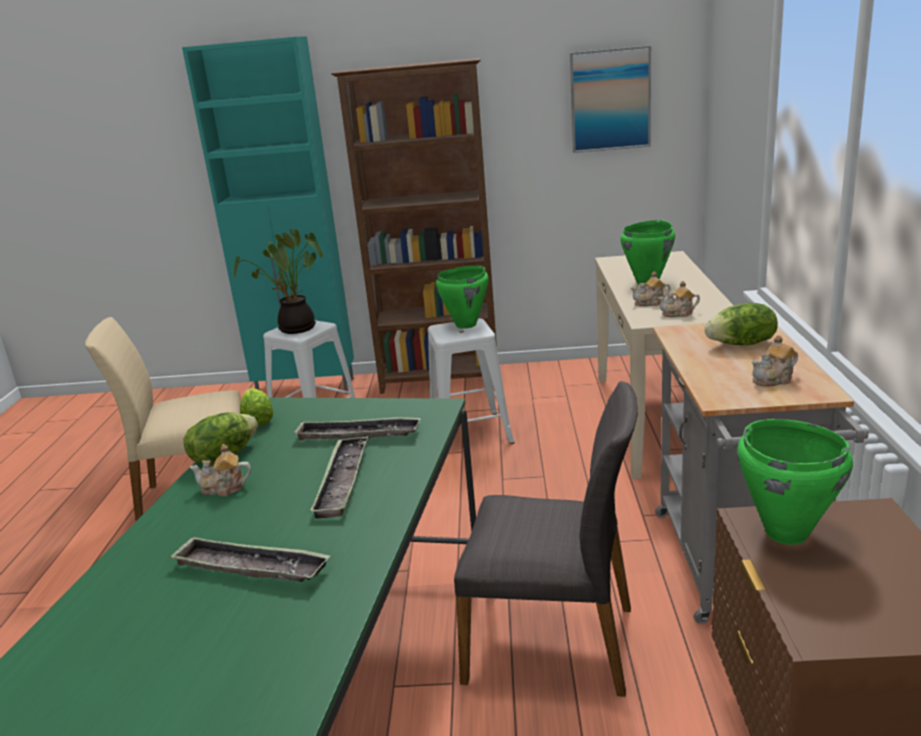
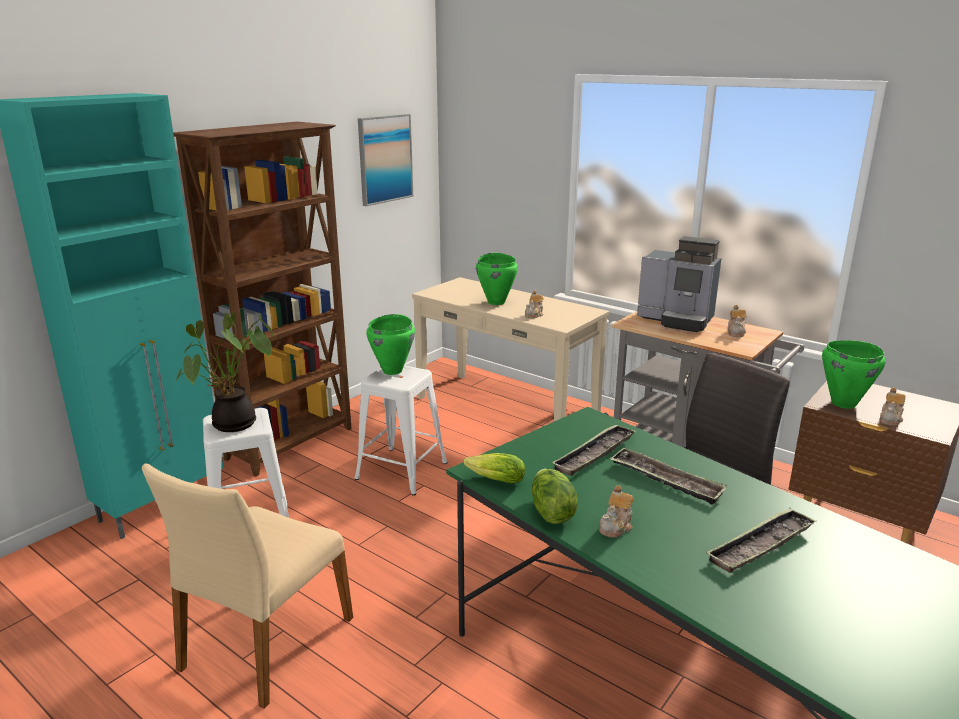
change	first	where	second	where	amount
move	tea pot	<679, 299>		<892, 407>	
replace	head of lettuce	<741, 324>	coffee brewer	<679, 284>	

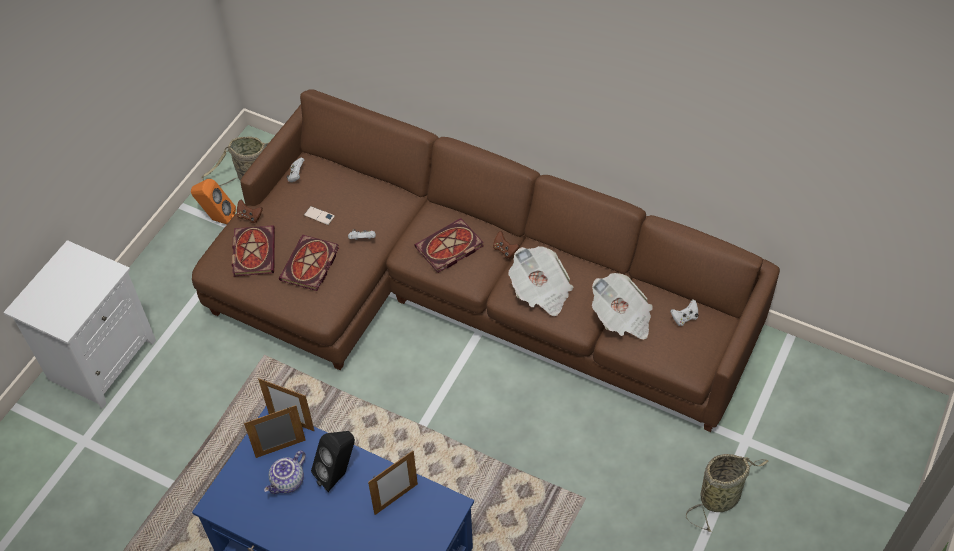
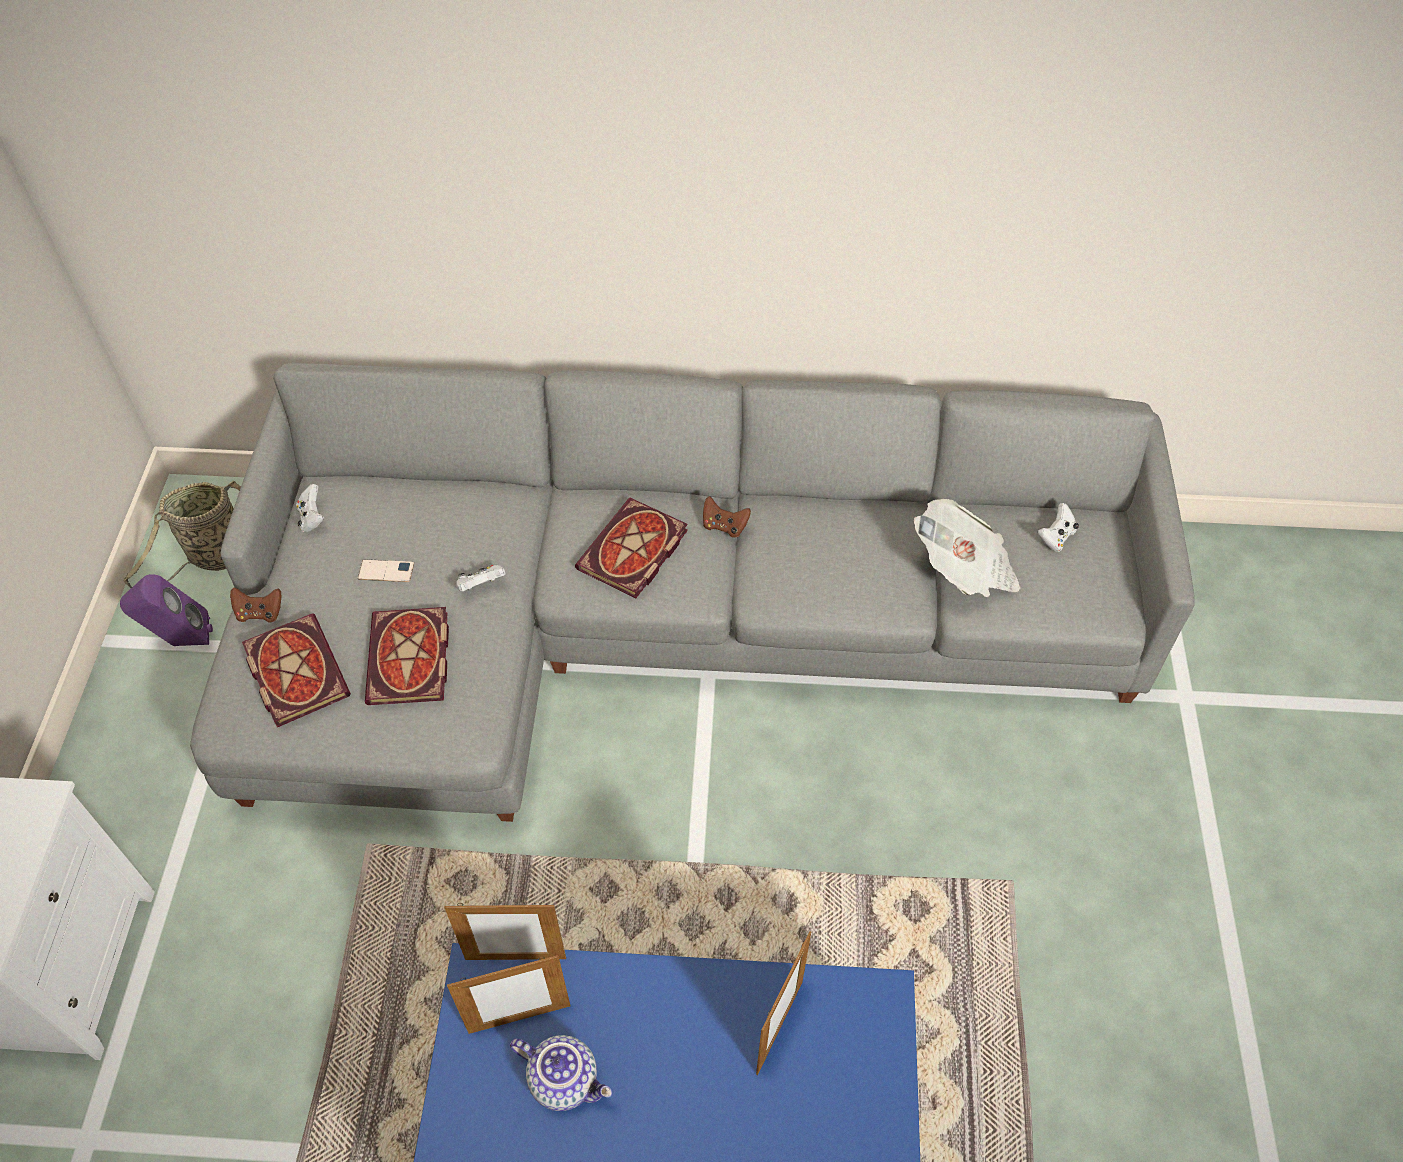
change	first	where	second	where	amount
recolor	brownish couch	<486, 260>	grey couch	<692, 592>	
recolor	orange-coloured audio speaker	<213, 201>	purplish audio speaker	<166, 610>	
delete	newspaper	<541, 281>			
rotate	photo frame	<275, 431>		<508, 994>	150 degrees counterclockwise
delete	blackish audio speaker	<333, 461>			
rotate	tea pot	<285, 472>		<561, 1073>	75 degrees counterclockwise
delete	storage basket	<727, 493>			

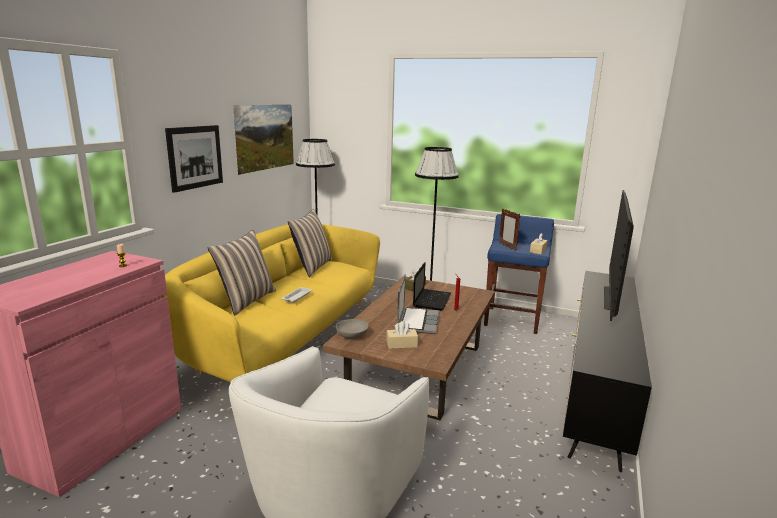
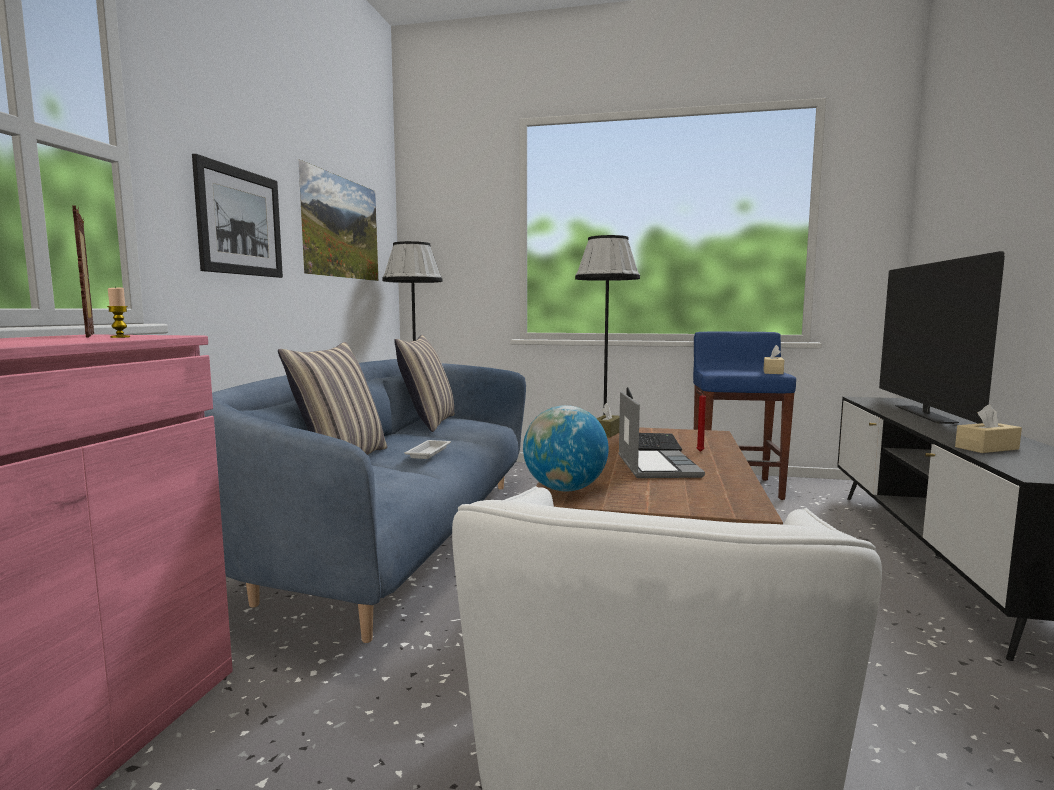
change	first	where	second	where	amount
move	photo frame	<509, 230>		<83, 271>	
recolor	yellow couch	<272, 303>	bluish couch	<365, 501>	
replace	grey deep dish	<352, 329>	world globe	<566, 448>	
move	beige-coloured tissue holder	<402, 335>		<988, 428>	

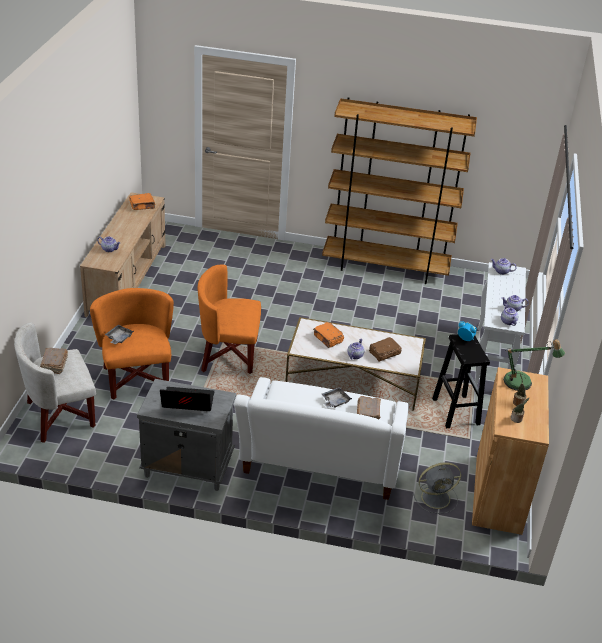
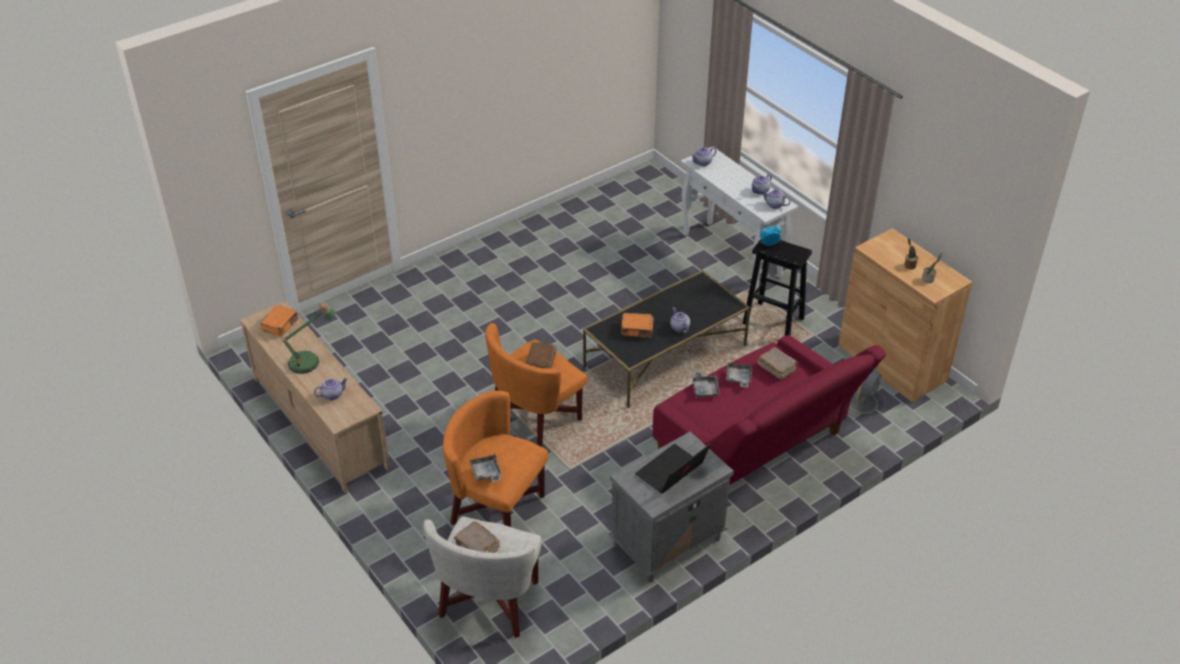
change	first	where	second	where	amount
delete	brownish bookshelf	<399, 190>			
recolor	white-coloured low table	<355, 364>	blackish low table	<666, 339>	
move	brownish volume	<385, 349>		<541, 355>	
move	lamp for a table	<534, 365>		<308, 338>	
recolor	white-coloured couch	<321, 438>	red couch	<769, 410>	
insert			grey serving tray	<706, 384>	

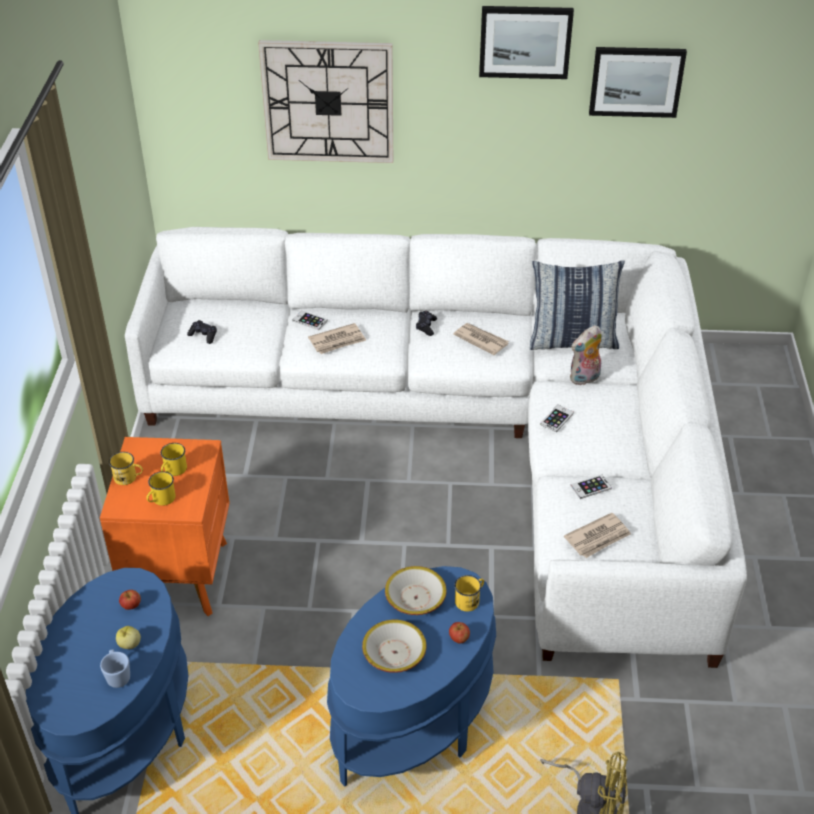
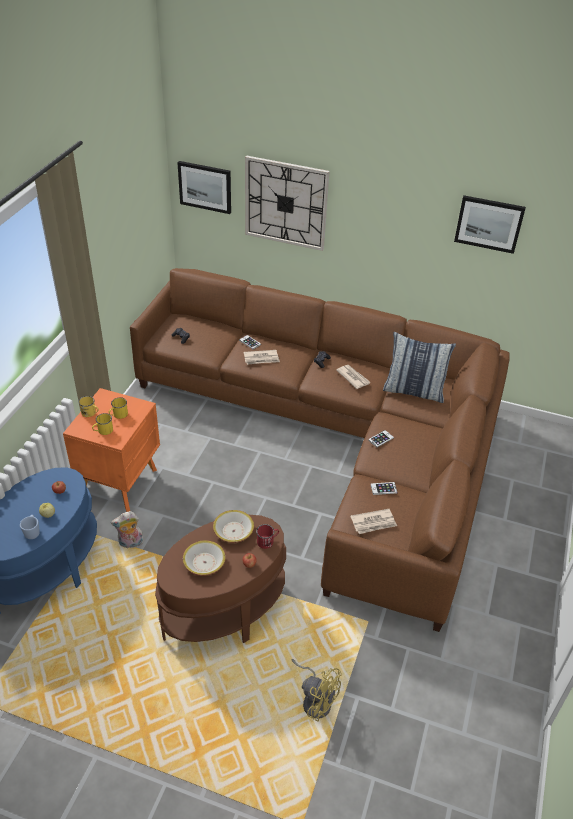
change	first	where	second	where	amount
move	wall art	<526, 42>		<204, 187>	
recolor	white-coloured couch	<436, 447>	brownish couch	<320, 450>	
move	plush toy	<586, 355>		<127, 529>	
recolor	bluish side table	<411, 676>	brownish side table	<220, 579>	
recolor	yellow tea mug	<469, 593>	red tea mug	<267, 536>	

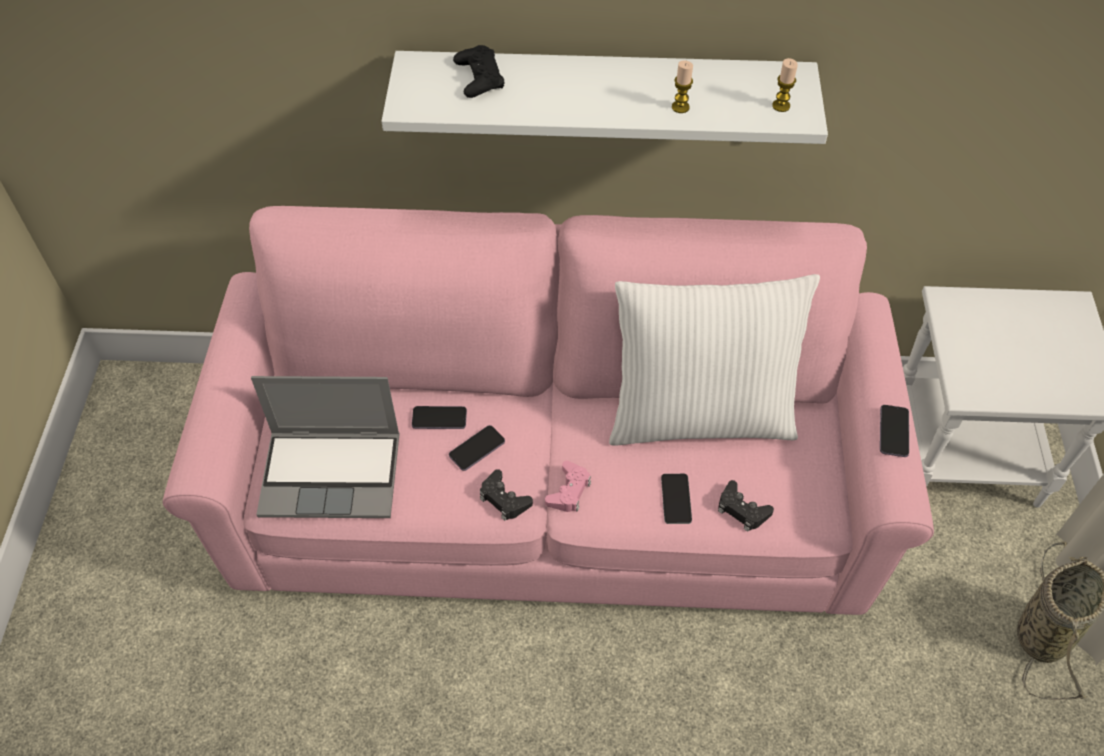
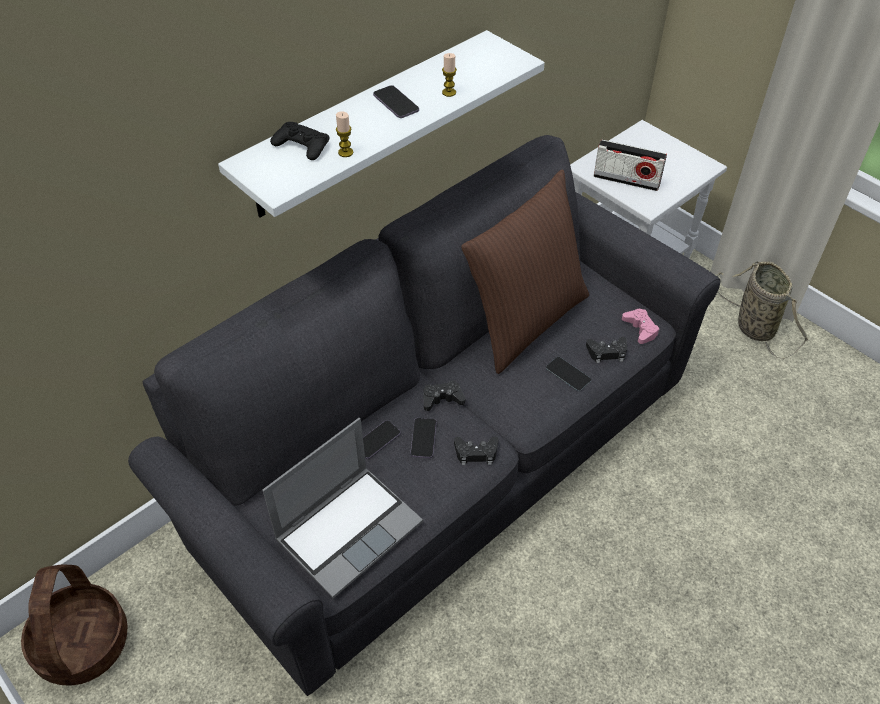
change	first	where	second	where	amount
move	wax light	<785, 85>		<344, 134>	
recolor	pink couch	<548, 410>	grey couch	<424, 415>	
recolor	white-coloured pillow	<714, 360>	brownish pillow	<525, 272>	
move	phone	<894, 431>		<396, 101>	
move	pink game controller	<568, 486>		<640, 326>	
insert			radio	<630, 165>	
insert			blackish game controller	<444, 395>	
insert			storage basket	<74, 625>	

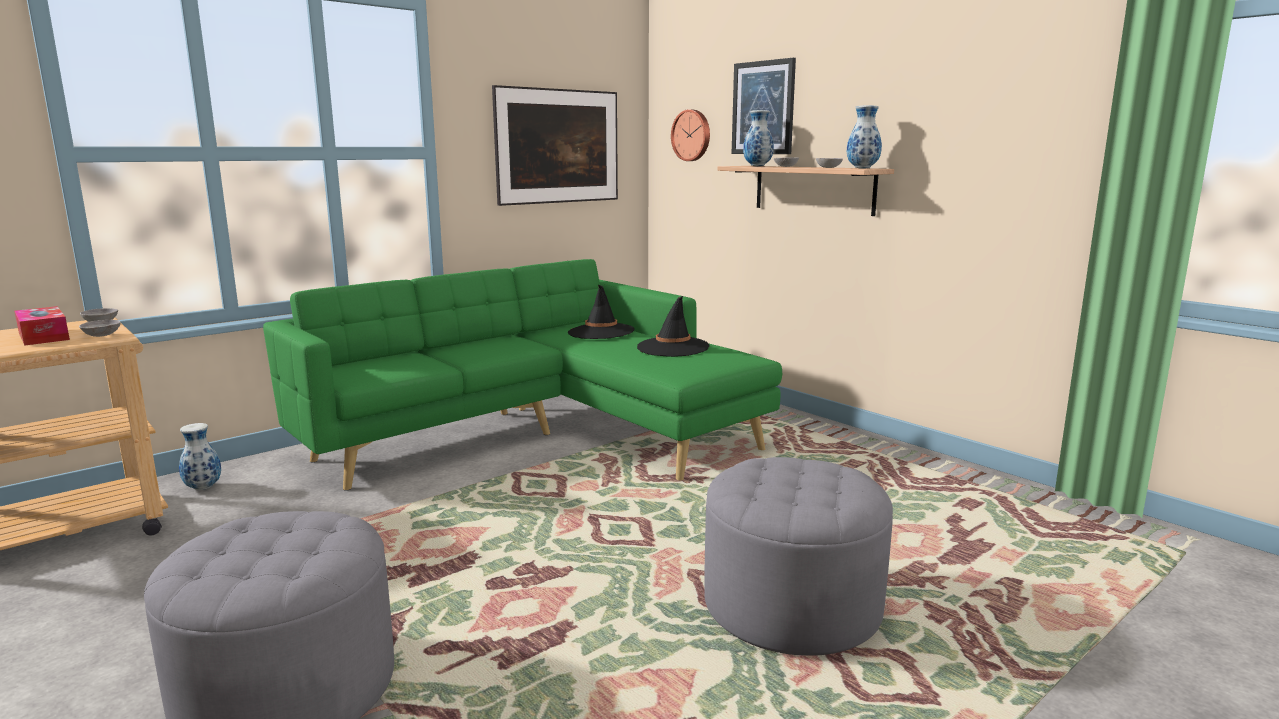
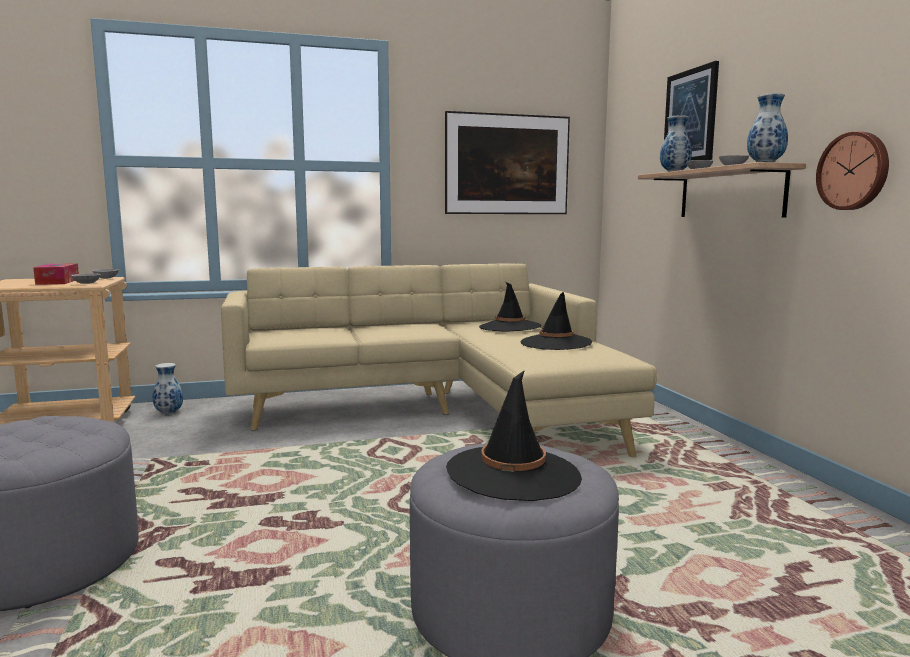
change	first	where	second	where	amount
move	hanging clock	<690, 135>		<852, 170>	
recolor	green-coloured couch	<522, 375>	beige-coloured couch	<439, 360>	
insert			blackish clothing hat	<514, 435>	

